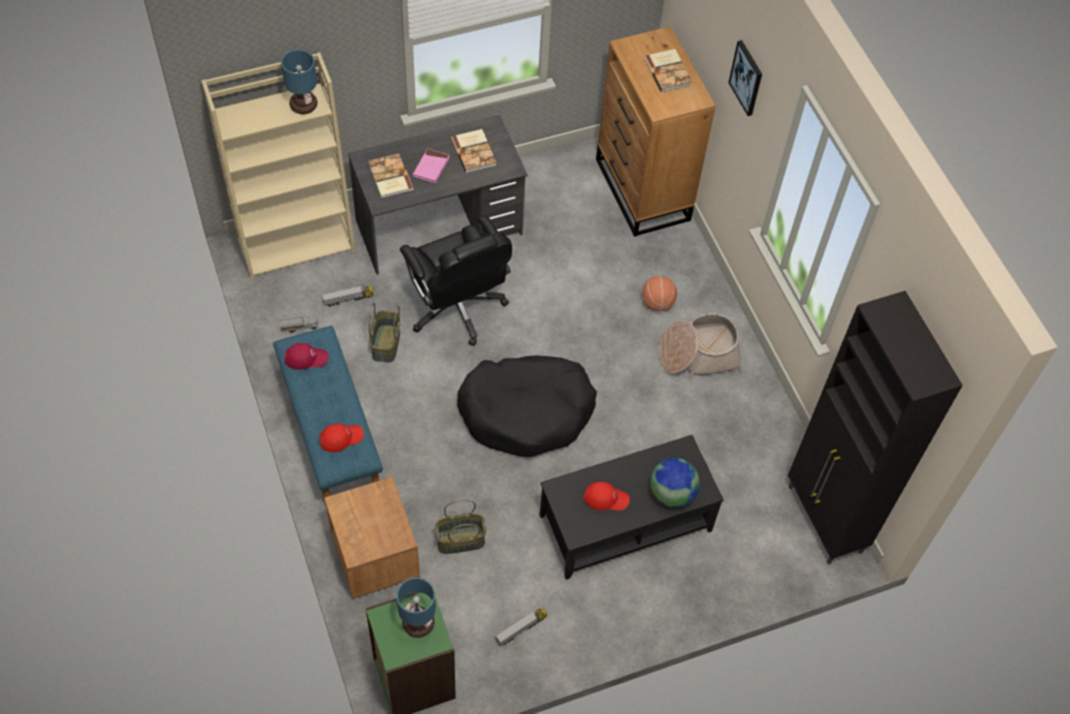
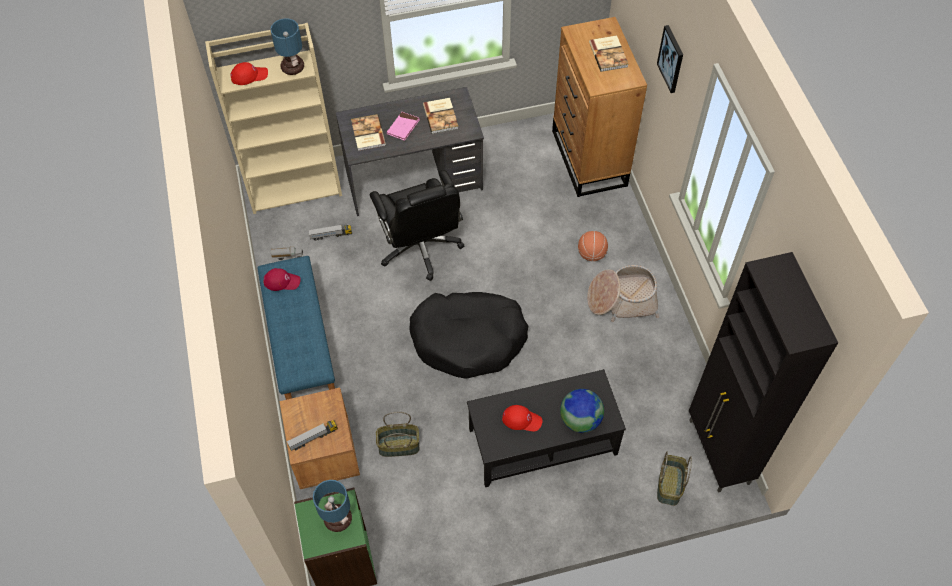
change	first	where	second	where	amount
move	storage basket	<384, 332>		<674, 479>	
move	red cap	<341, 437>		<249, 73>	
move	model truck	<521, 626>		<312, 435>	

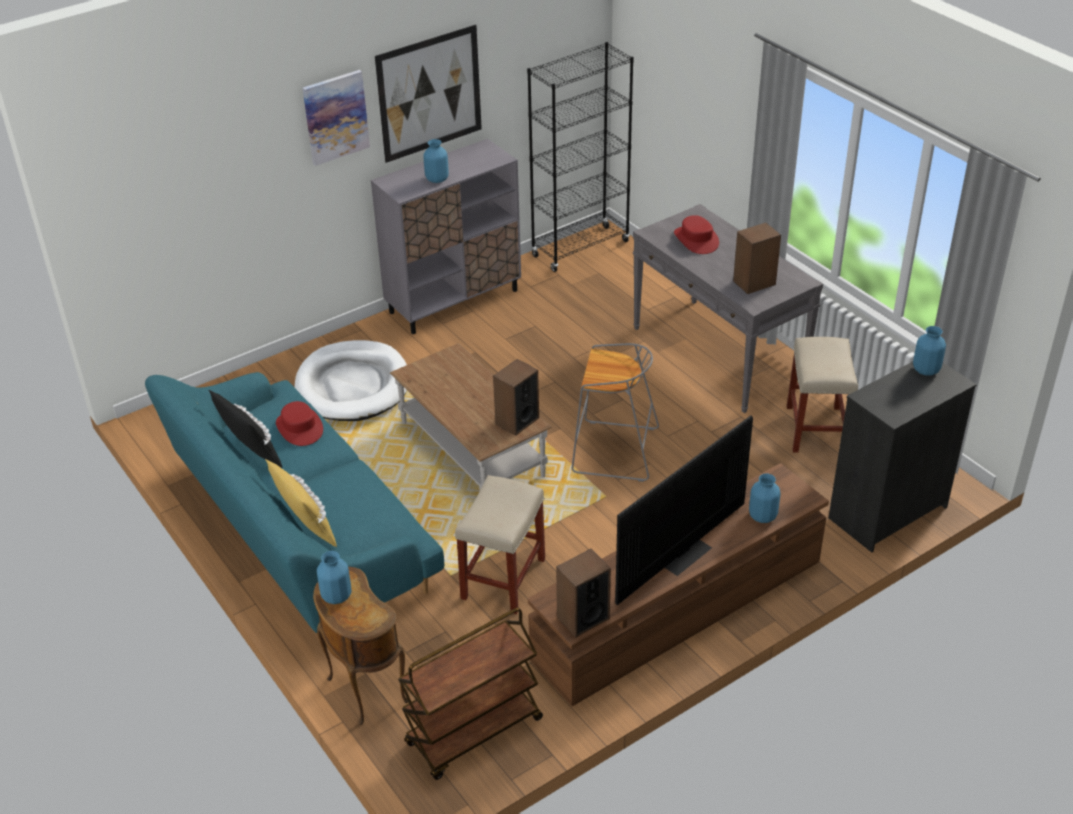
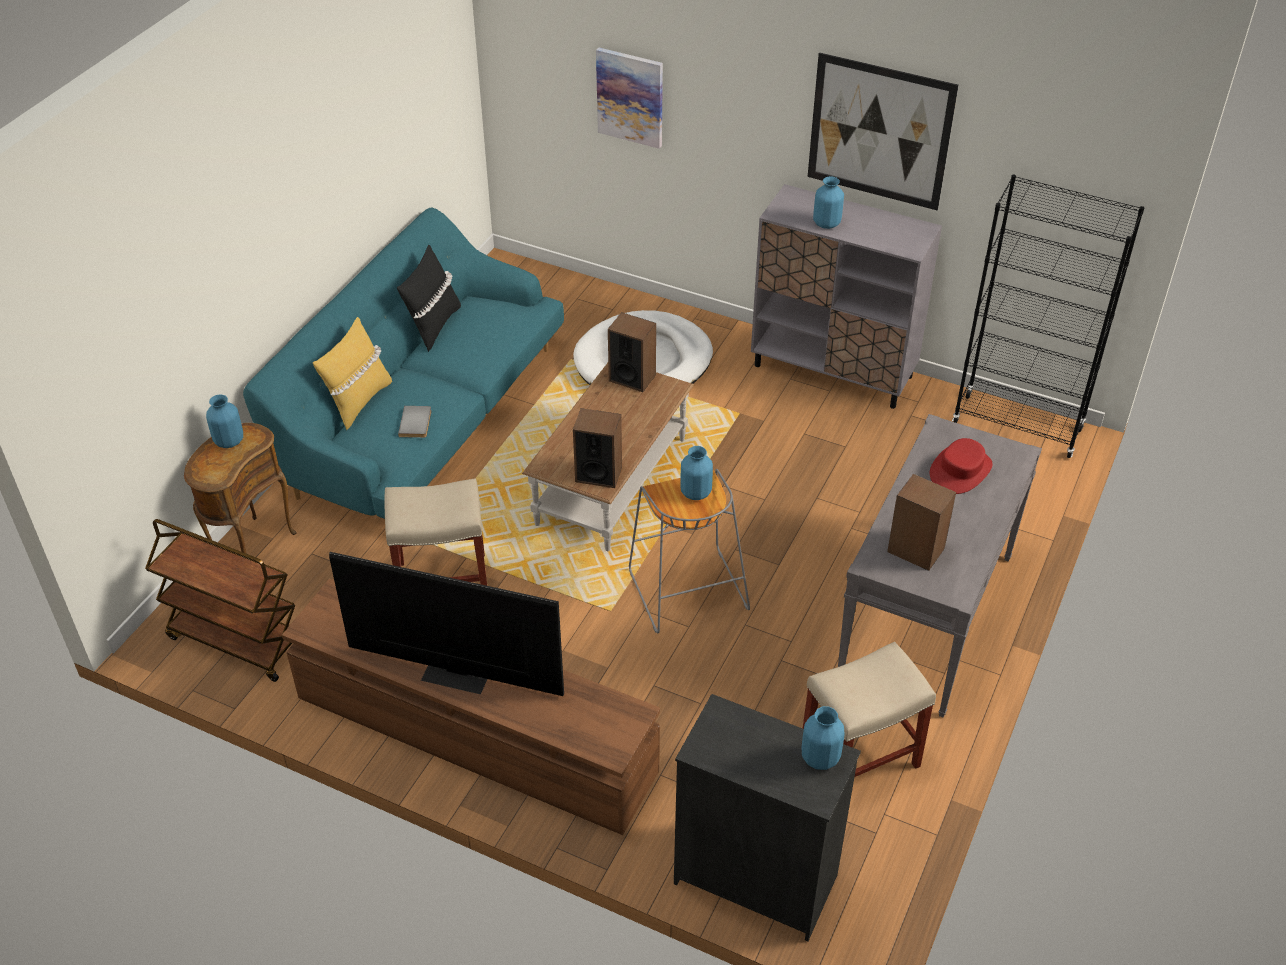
change	first	where	second	where	amount
move	wall art	<336, 118>		<629, 98>	
delete	red clothing hat	<299, 423>			
move	bluish decorative vase	<764, 498>		<696, 473>	
move	audio speaker	<583, 593>		<632, 352>	
insert			grey volume	<415, 422>	

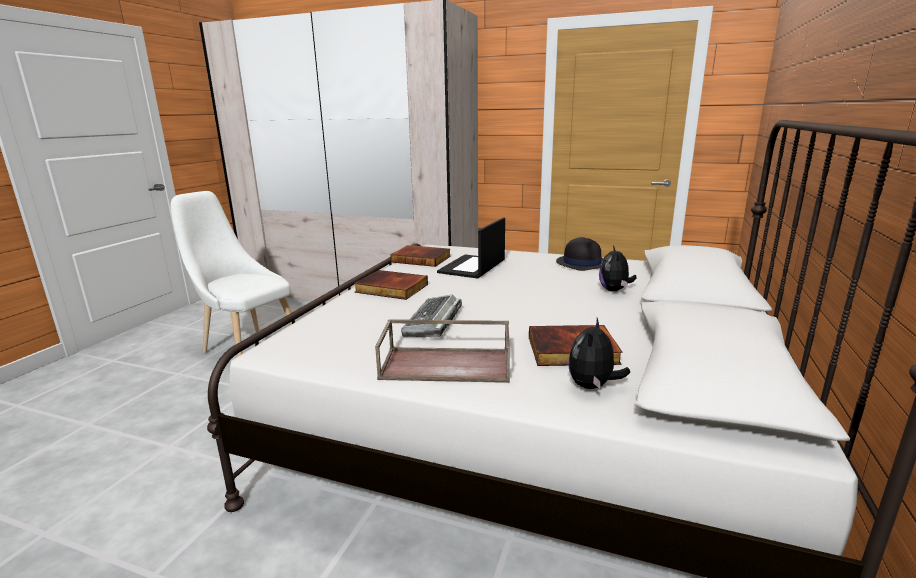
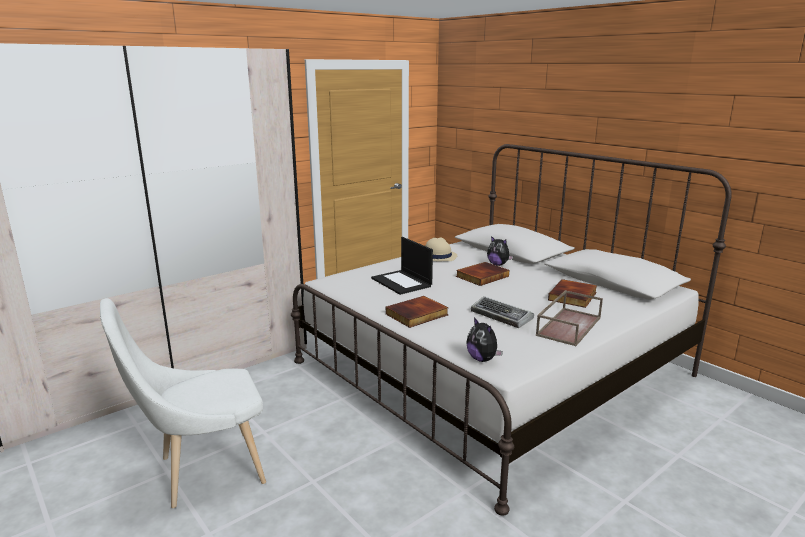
change	first	where	second	where	amount
recolor	blackish clothing hat	<580, 254>	beige-coloured clothing hat	<441, 249>	
move	volume	<420, 256>		<482, 274>	
move	plush toy	<599, 353>		<484, 339>	

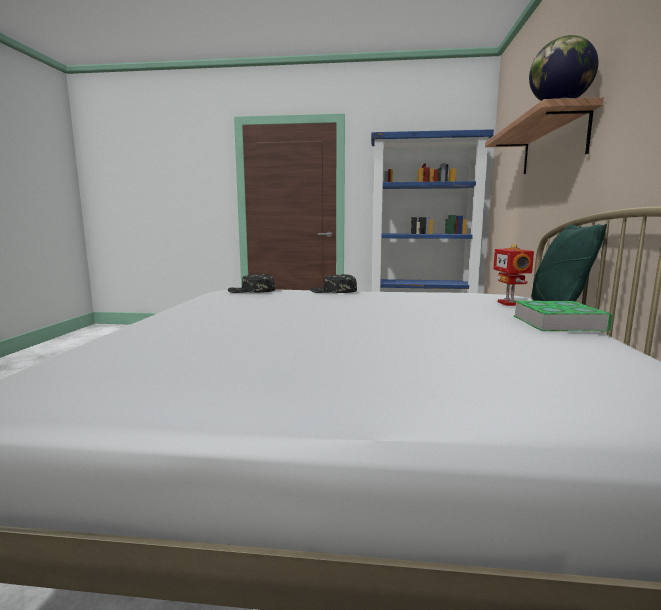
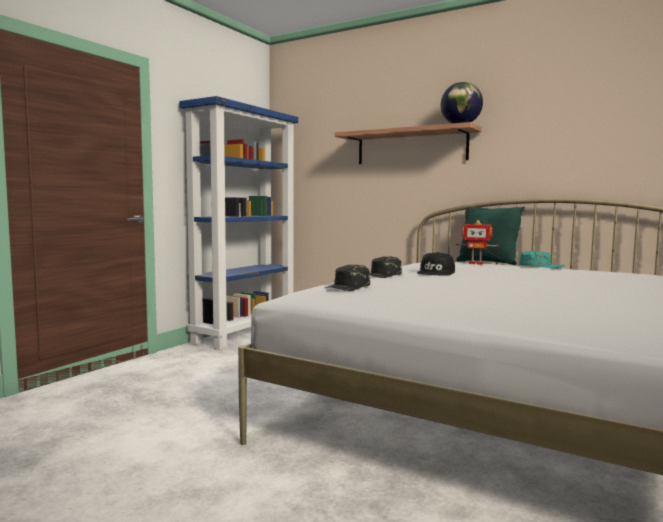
change	first	where	second	where	amount
replace	volume	<563, 316>	turquoise cap	<542, 260>	
insert			blackish cap	<436, 264>	

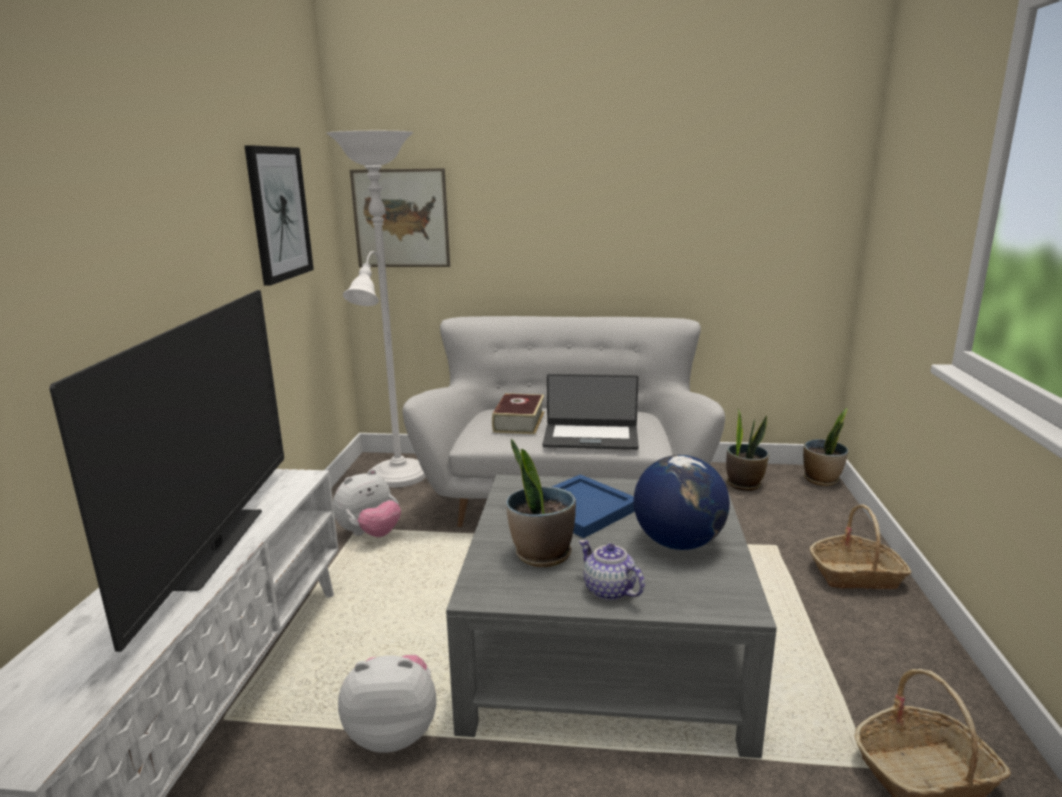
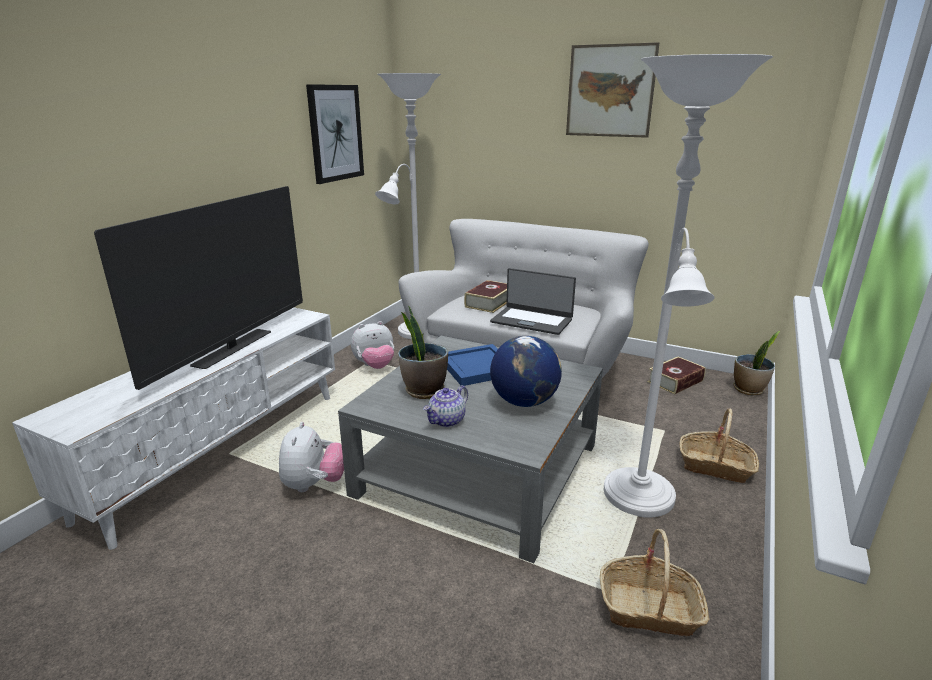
change	first	where	second	where	amount
move	wall art	<400, 217>		<612, 90>	
replace	plant in a pot	<747, 450>	volume	<676, 375>	
rotate	tea pot	<612, 570>		<445, 406>	120 degrees counterclockwise
rotate	plush toy	<387, 704>		<311, 457>	75 degrees clockwise
insert			white-coloured standing lamp	<688, 286>	

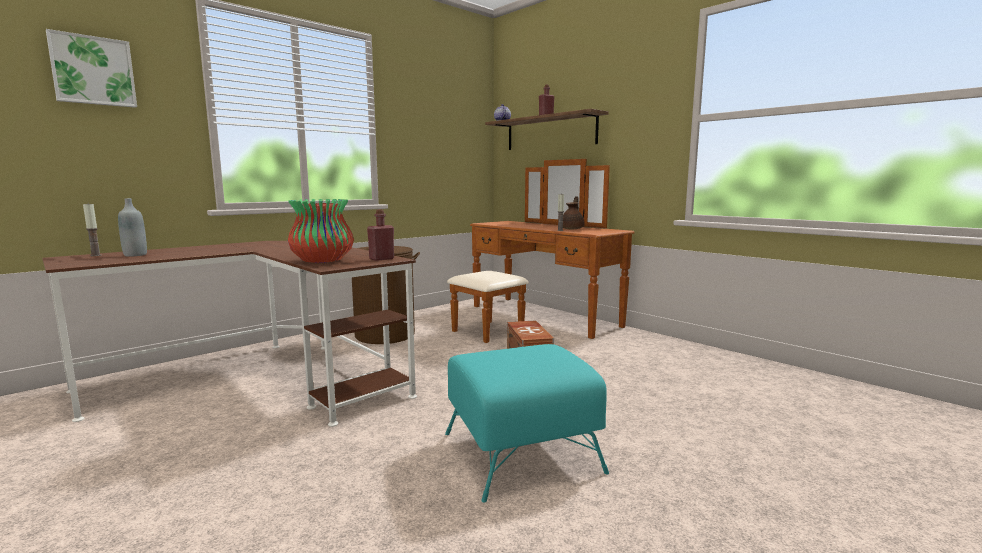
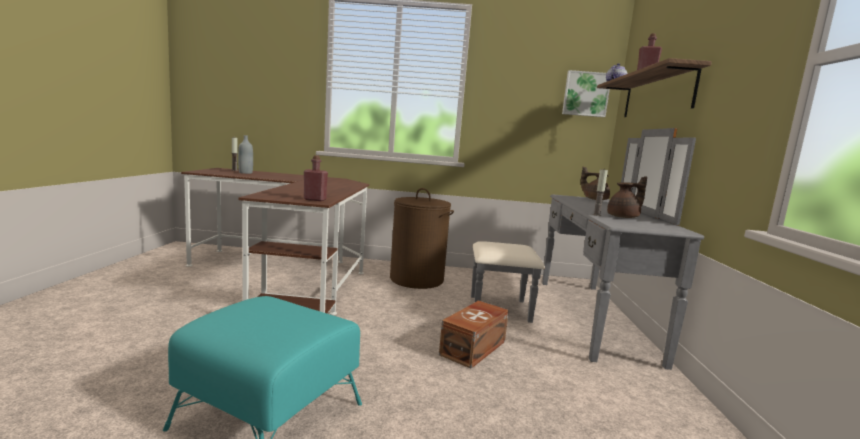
change	first	where	second	where	amount
move	wall art	<91, 68>		<586, 93>	
recolor	brownish dresser	<541, 251>	grey dresser	<587, 249>	
delete	decorative vase	<321, 231>			
insert			brownish tea pot	<595, 183>	

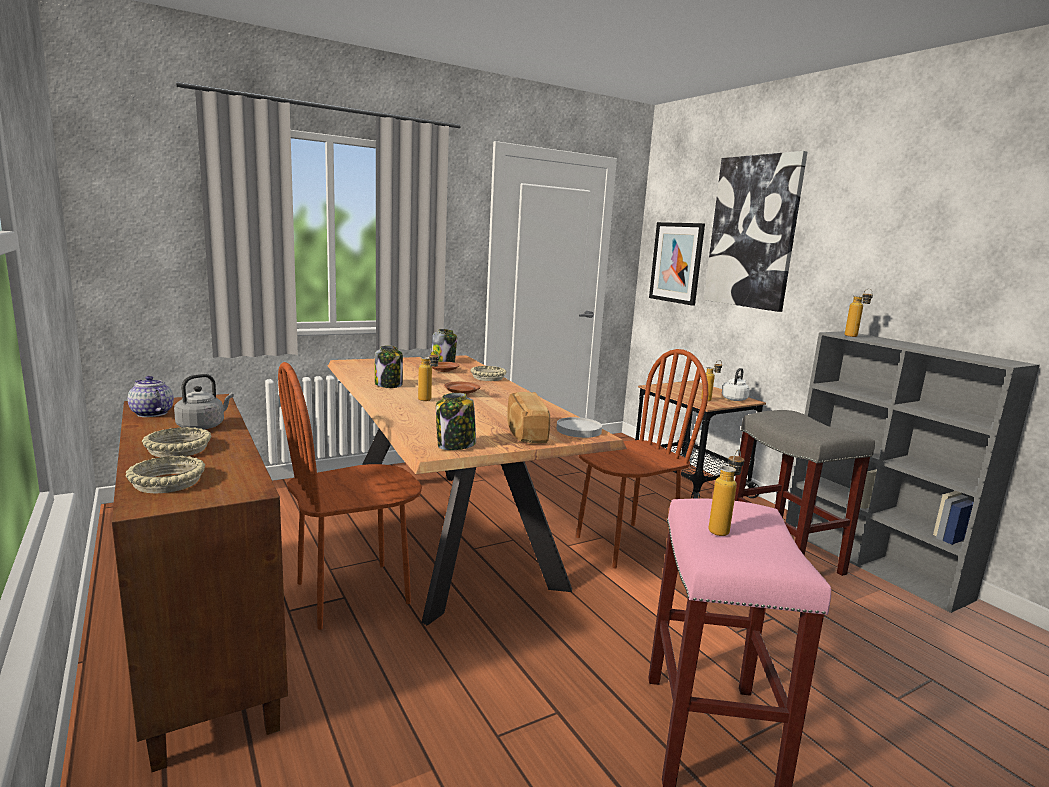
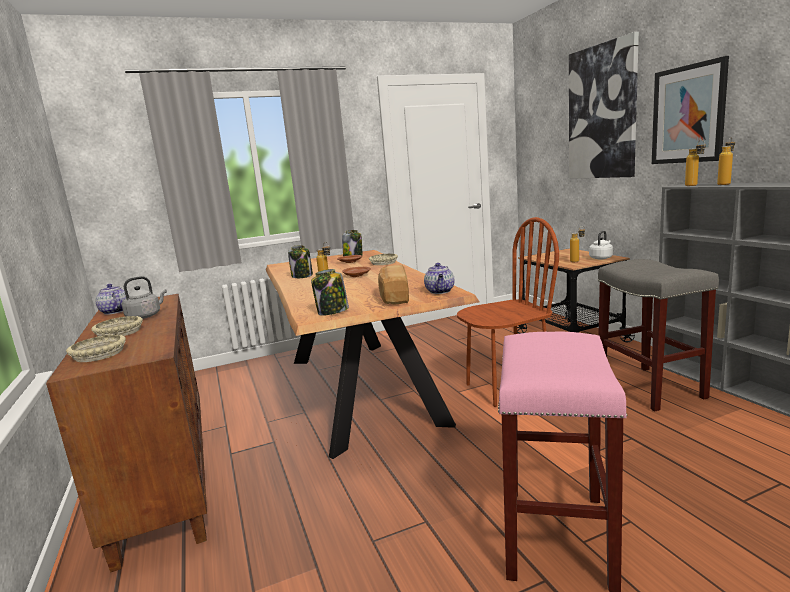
change	first	where	second	where	amount
move	wall art	<677, 264>		<690, 110>	
delete	brownish plain chair	<350, 496>			
replace	white-coloured plate	<579, 427>	tea pot	<439, 278>	
move	drink bottle	<726, 492>		<726, 161>	

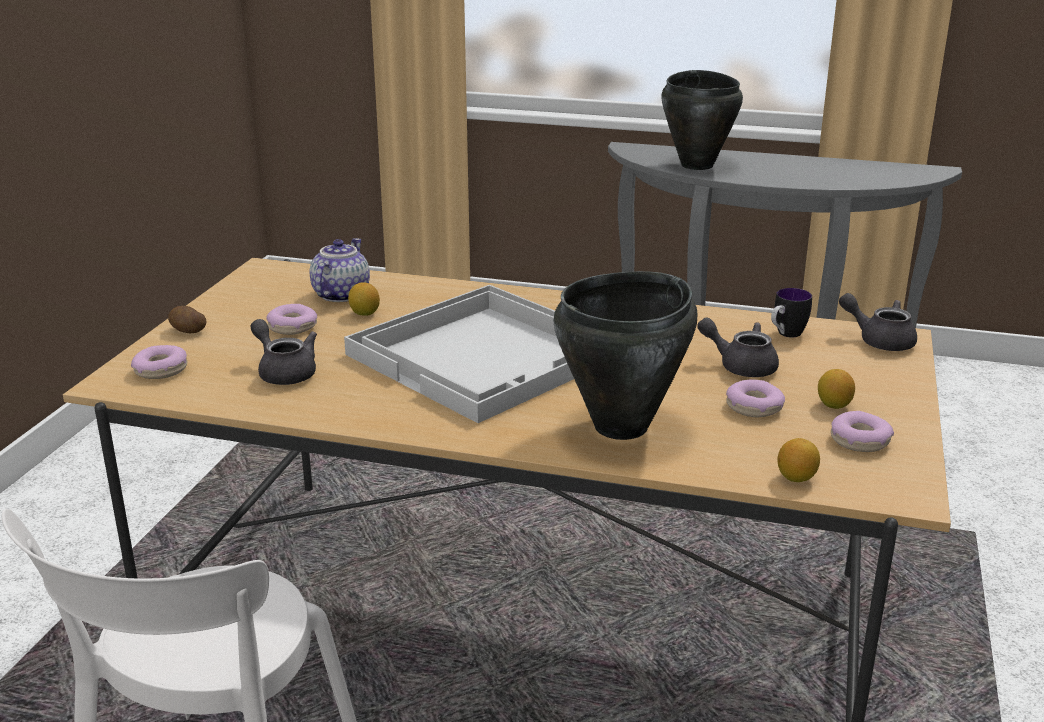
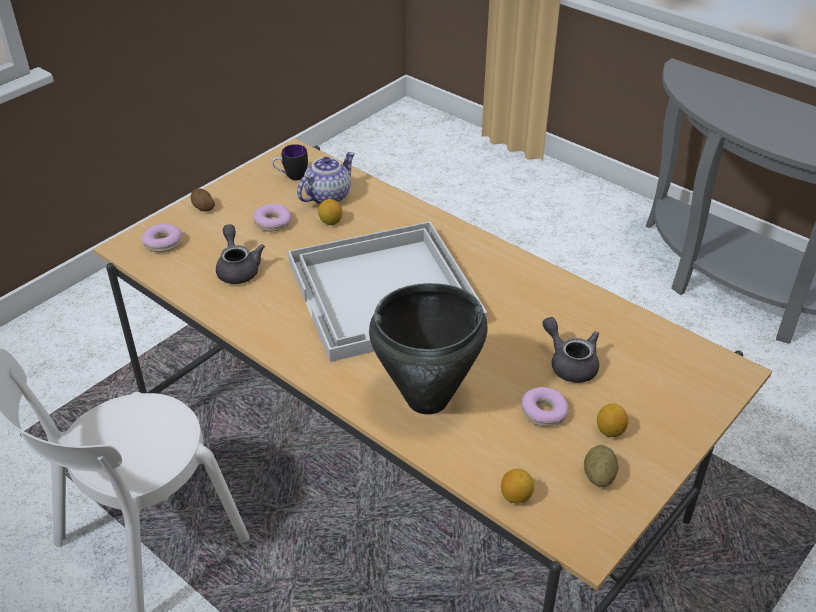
change	first	where	second	where	amount
delete	blackish cooking pot	<702, 120>			
move	tea mug	<791, 312>		<290, 162>	
delete	grey tea pot	<878, 322>			
replace	doughnut	<862, 431>	potato	<601, 466>	

